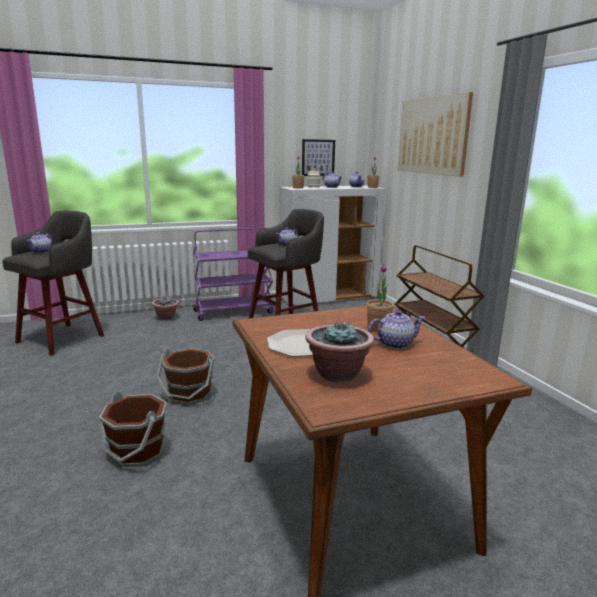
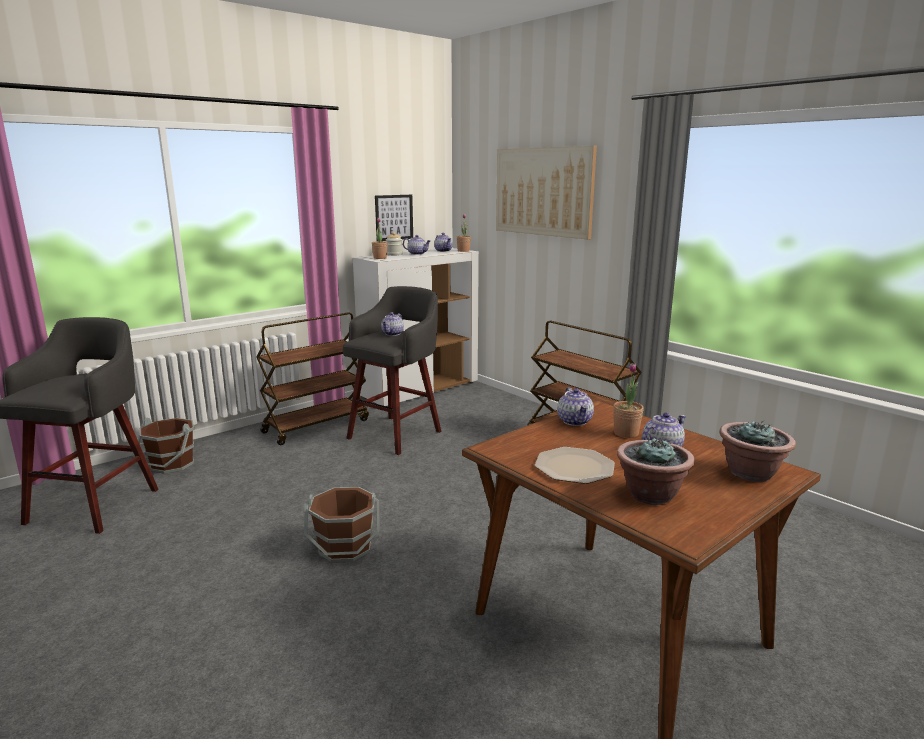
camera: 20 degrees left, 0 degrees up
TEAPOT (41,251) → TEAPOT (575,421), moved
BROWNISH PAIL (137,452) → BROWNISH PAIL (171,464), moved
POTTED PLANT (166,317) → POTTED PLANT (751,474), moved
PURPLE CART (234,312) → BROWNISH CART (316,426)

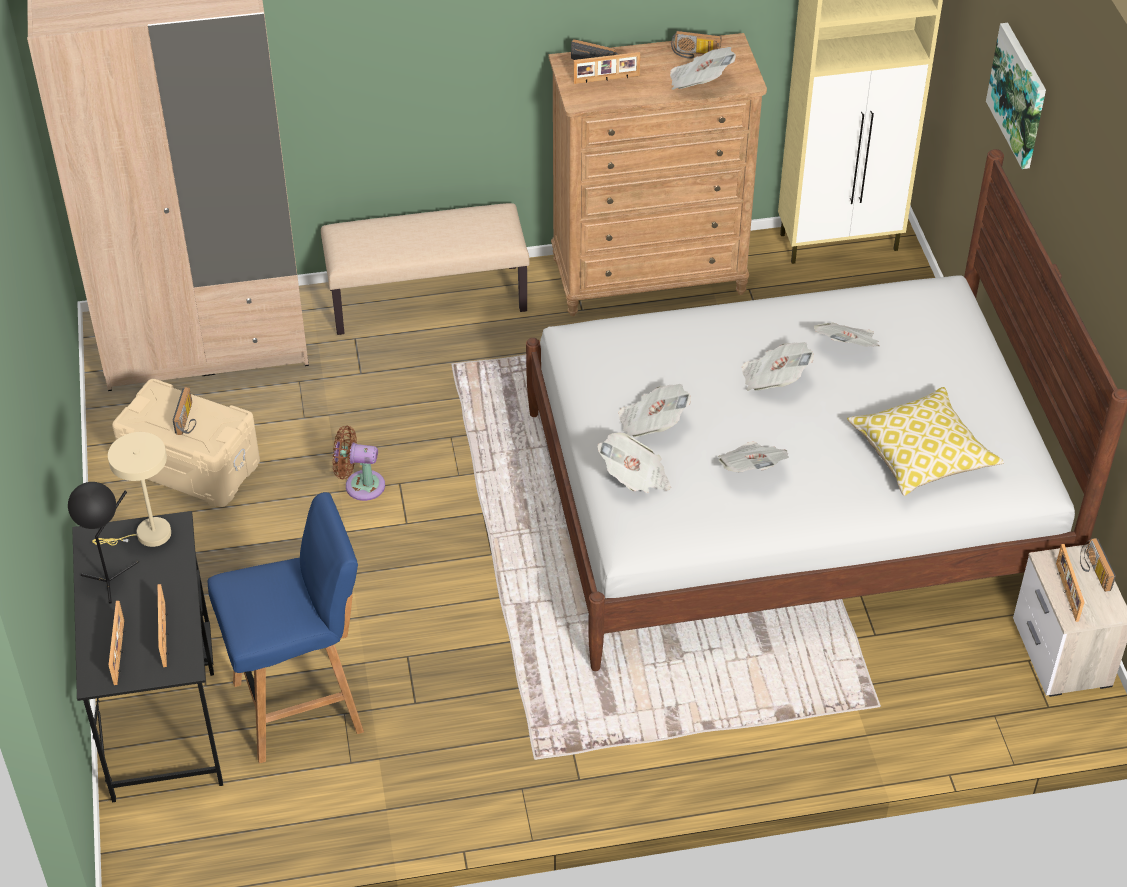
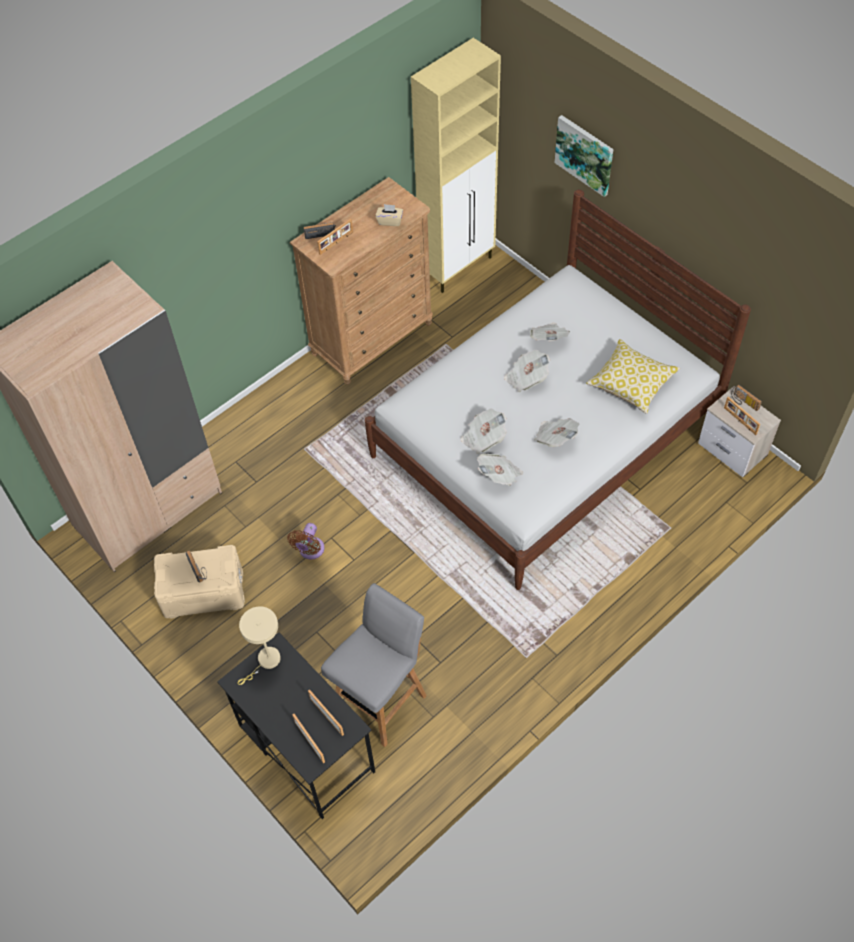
camera: 30 degrees left, 10 degrees up
BLACKISH LAMP FOR A TABLE (112,579) → -
BLUISH SITTING STOOL (302,706) → GREY SITTING STOOL (381,700)
BEIGE BENCH (428,298) → -
BROWNISH FAN (360,485) → BROWNISH FAN (310,551), 45 degrees counterclockwise
DAILY PAPER (699,83) → BEIGE TISSUE HOLDER (390,221)
RADIO (695,54) → -

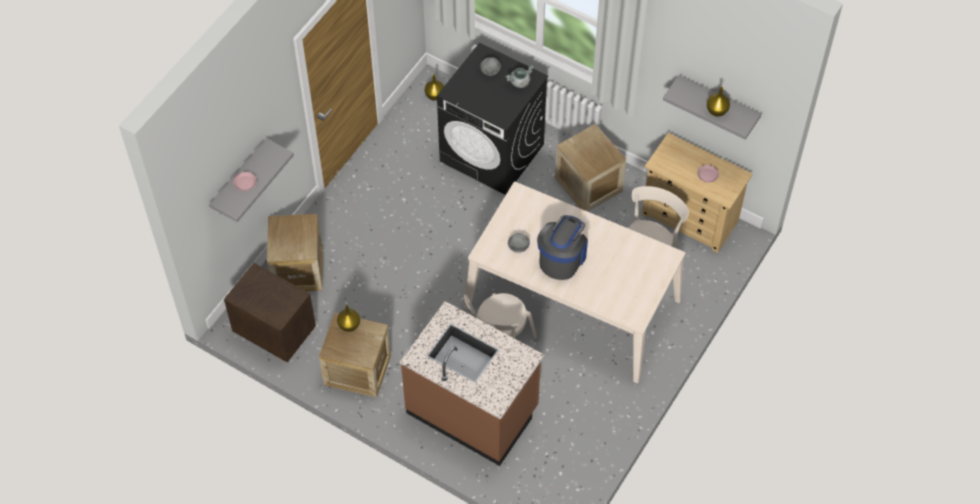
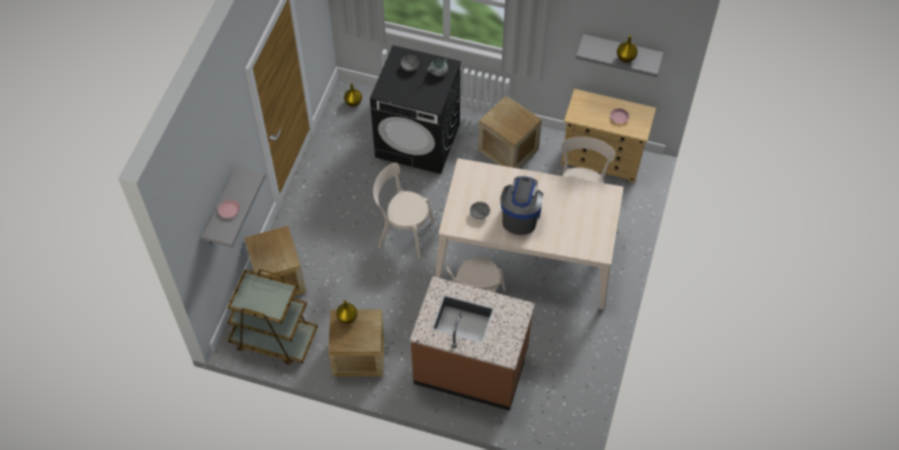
camera: 15 degrees left, 0 degrees up
BROWNISH NIGHT TABLE (274,331) → BROWNISH CART (274,338)
- → BEIGE PLAIN CHAIR (403,233)

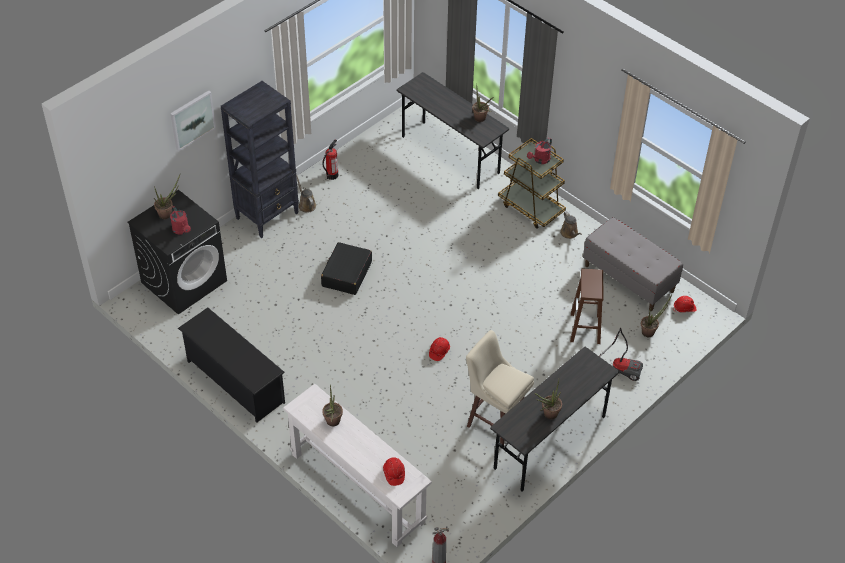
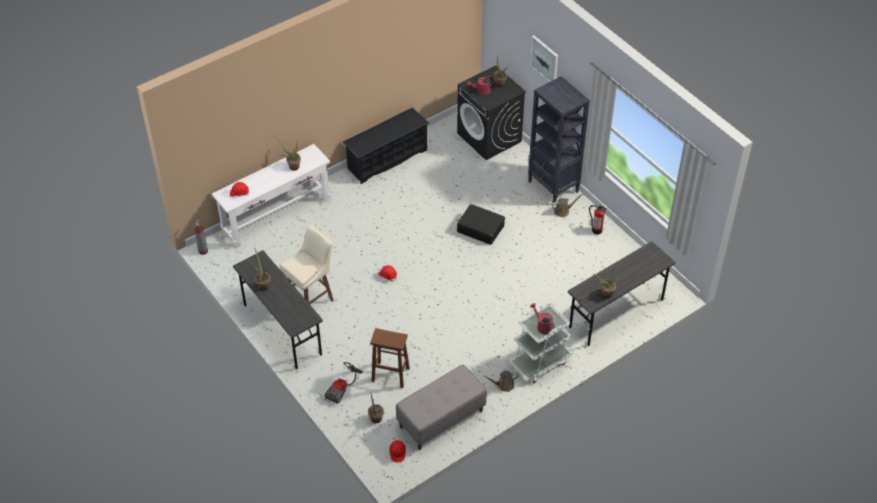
camera: 100 degrees right, 0 degrees up
BROWNISH CART (531,208) → WHITE-COLOURED CART (540,362)

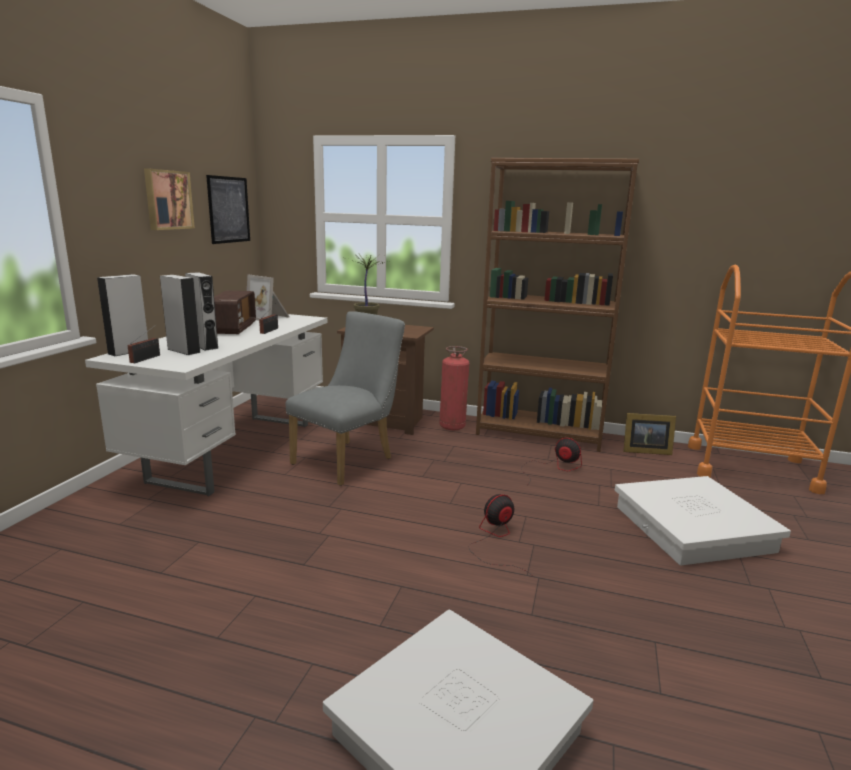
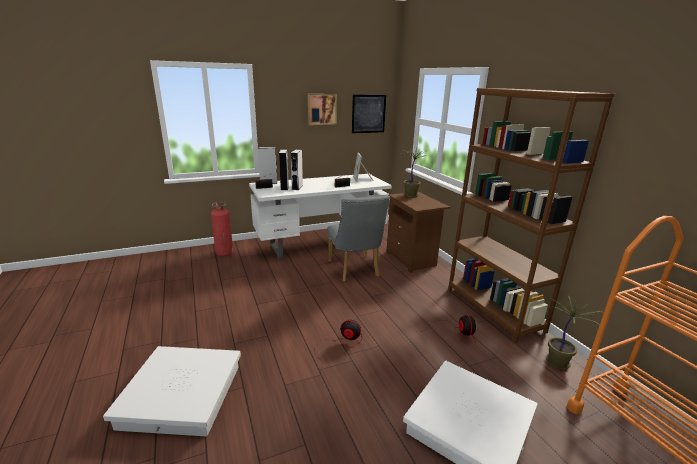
camera: 50 degrees right, 5 degrees up
RADIO (234,328) → -
GREY PLAIN CHAIR (349,460) → GREY PLAIN CHAIR (355,271), 75 degrees clockwise
EXTINGUISHER (452,426) → EXTINGUISHER (224,253), moved
STANDING FRAME (644,450) → POTTED PLANT (558,363)

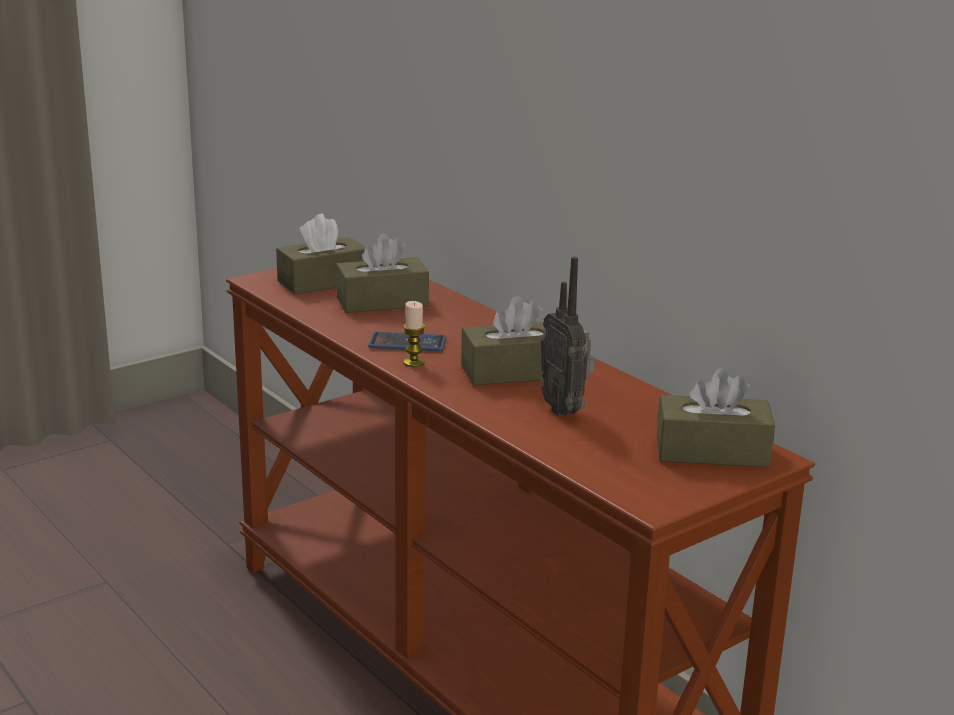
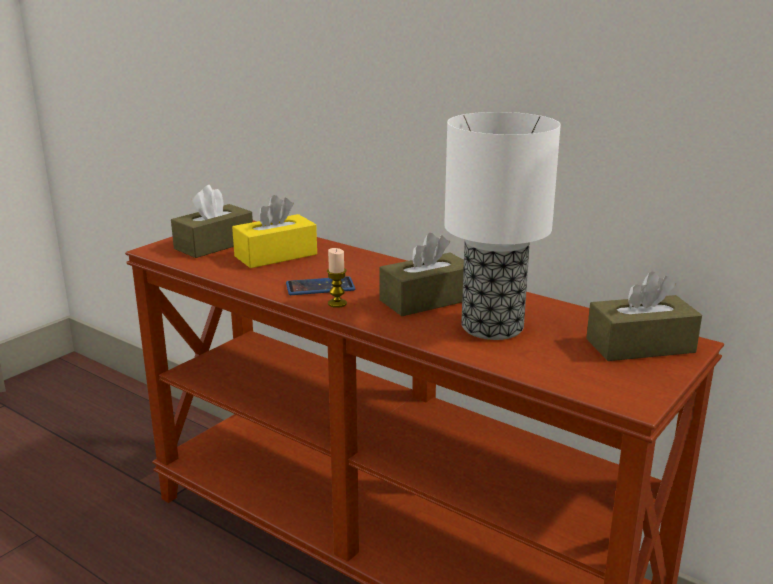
camera: 15 degrees left, 0 degrees up
BROWNISH TISSUE HOLDER (382,302) → YELLOWISH TISSUE HOLDER (276,255)
RADIO (565,410) → LAMP FOR A TABLE (494,327)

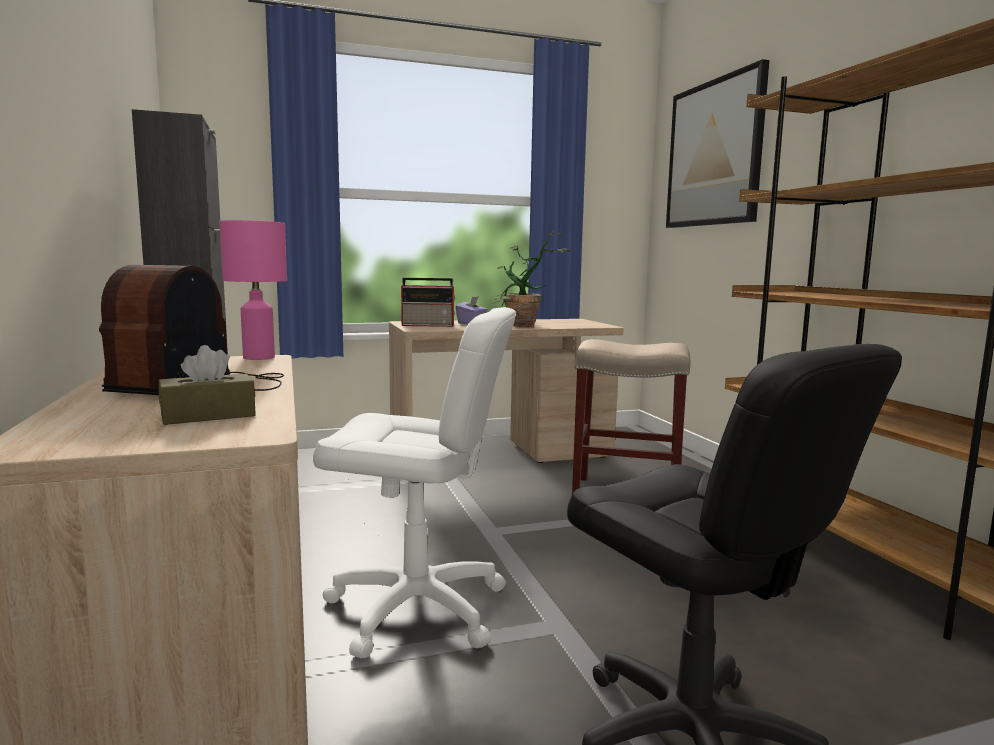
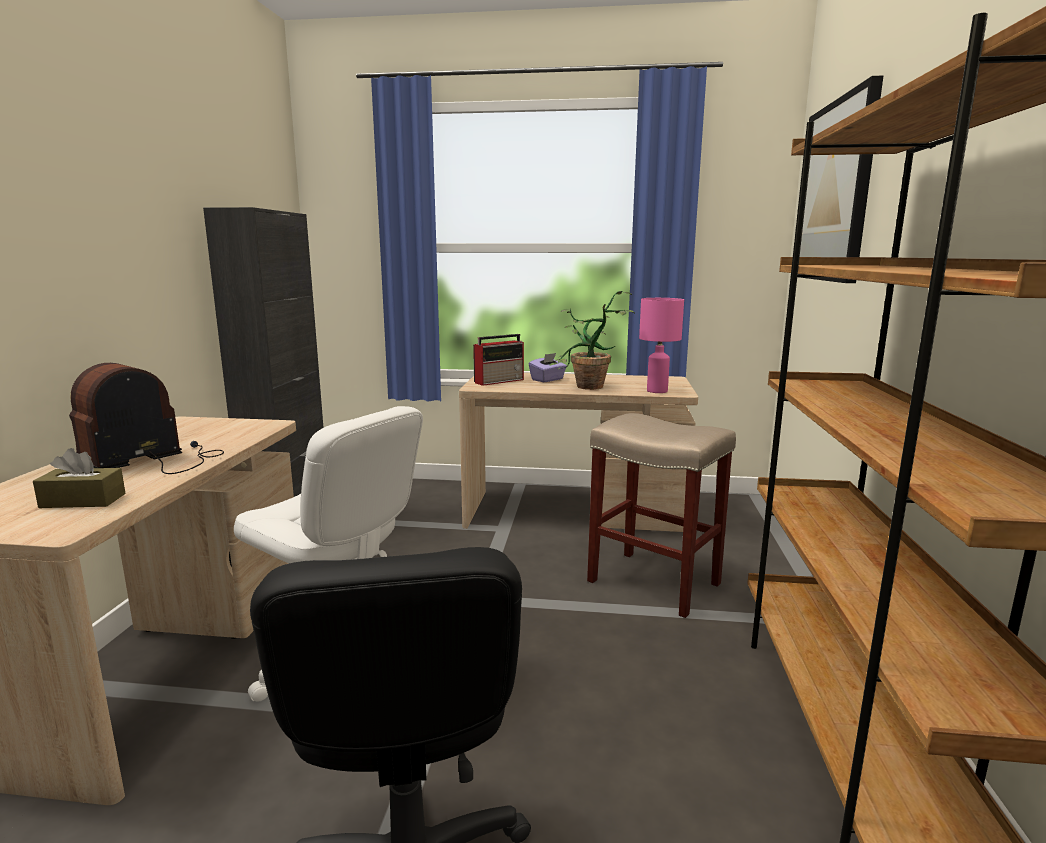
camera: 25 degrees right, 5 degrees up
PINKISH LAMP FOR A TABLE (260,357) → PINKISH LAMP FOR A TABLE (657,391), moved
RADIO (429,325) → RADIO (500,381), 60 degrees counterclockwise

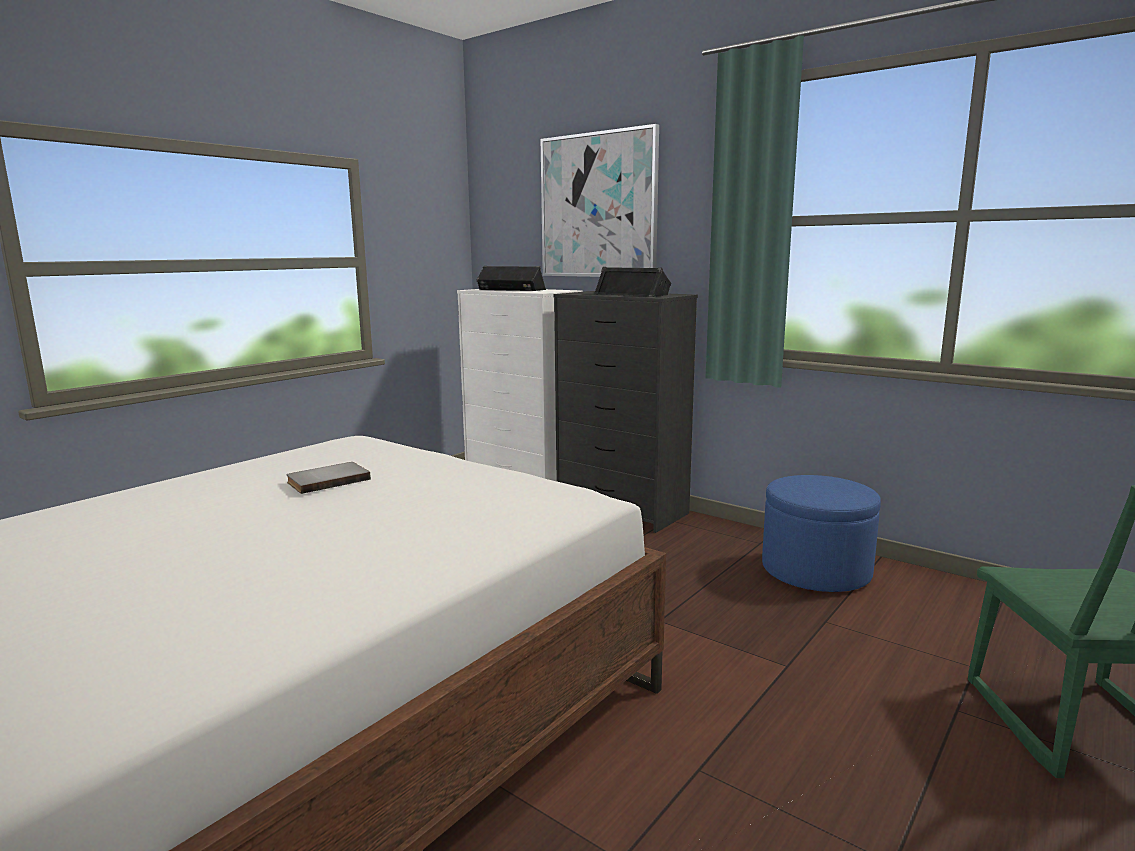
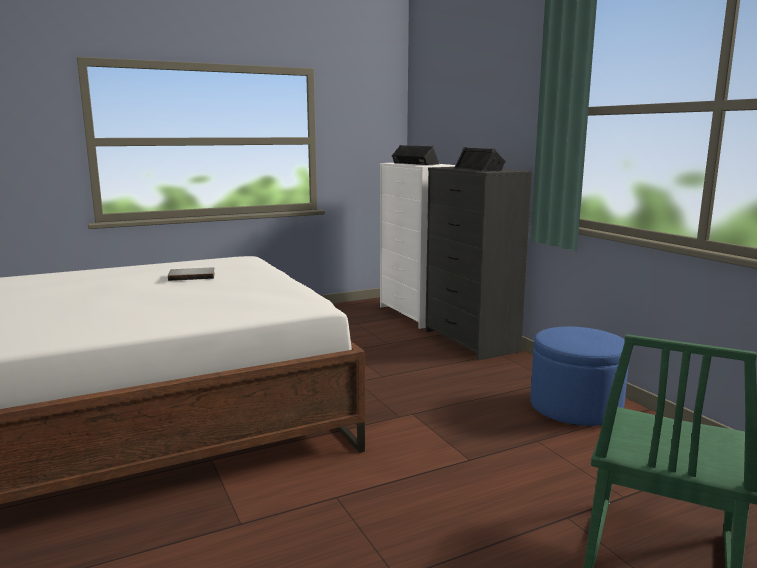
camera: 25 degrees right, 0 degrees up
WALL PICTURE (598,206) → -

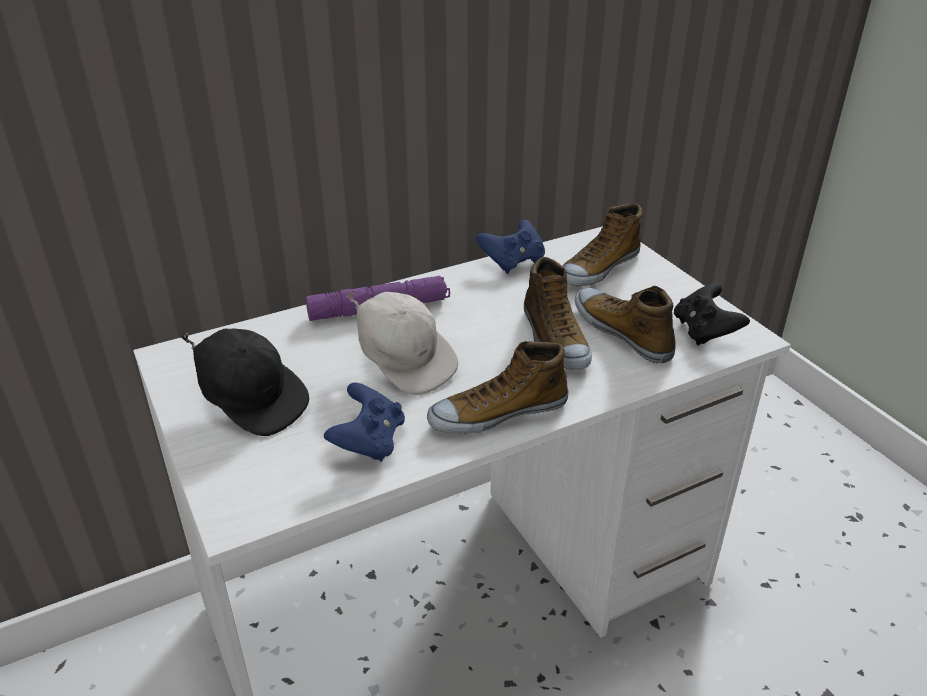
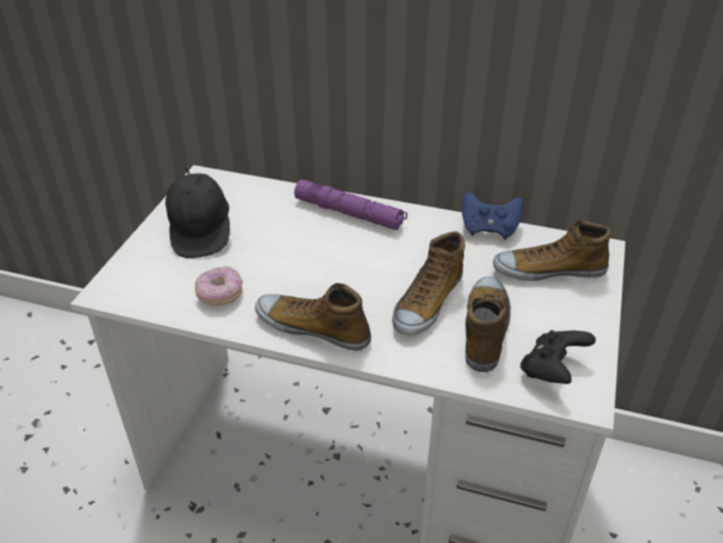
camera: 45 degrees right, 5 degrees up
BLUISH JOYPAD (369,442) → DOUGHNUT (220,295)
WHITE-COLOURED CAP (404,363) → -

